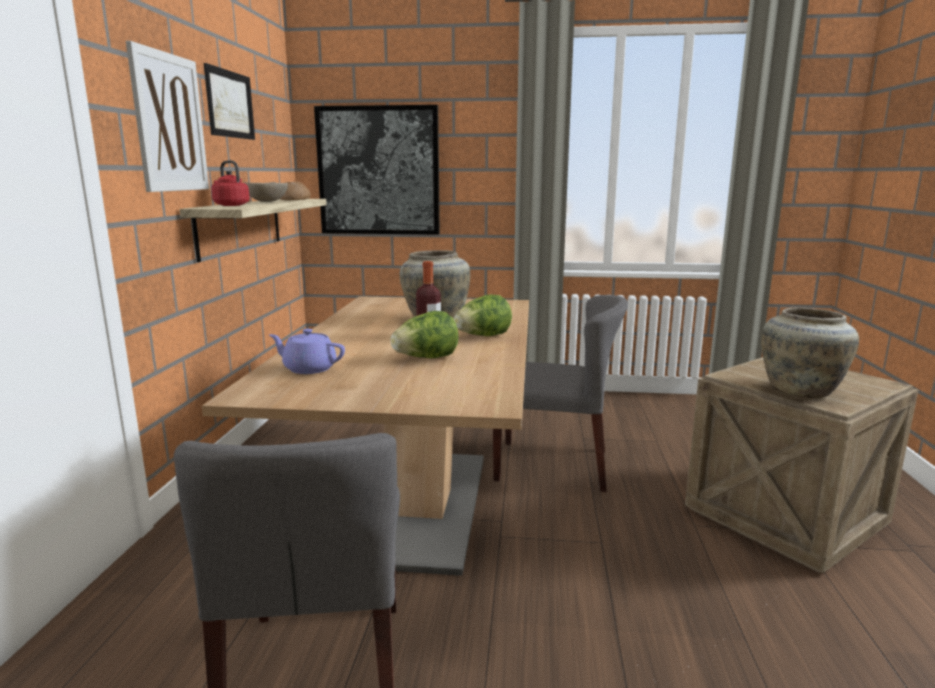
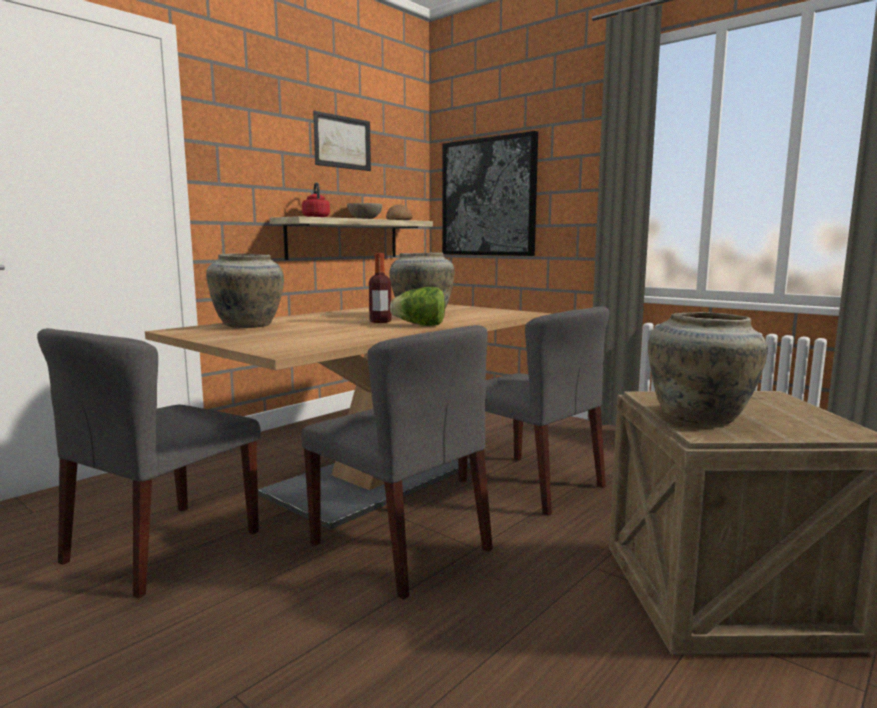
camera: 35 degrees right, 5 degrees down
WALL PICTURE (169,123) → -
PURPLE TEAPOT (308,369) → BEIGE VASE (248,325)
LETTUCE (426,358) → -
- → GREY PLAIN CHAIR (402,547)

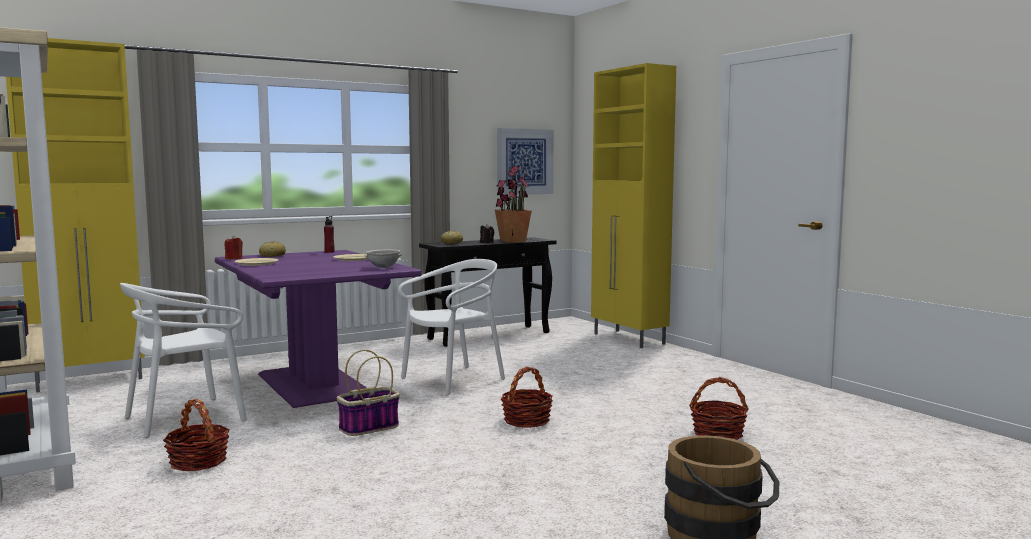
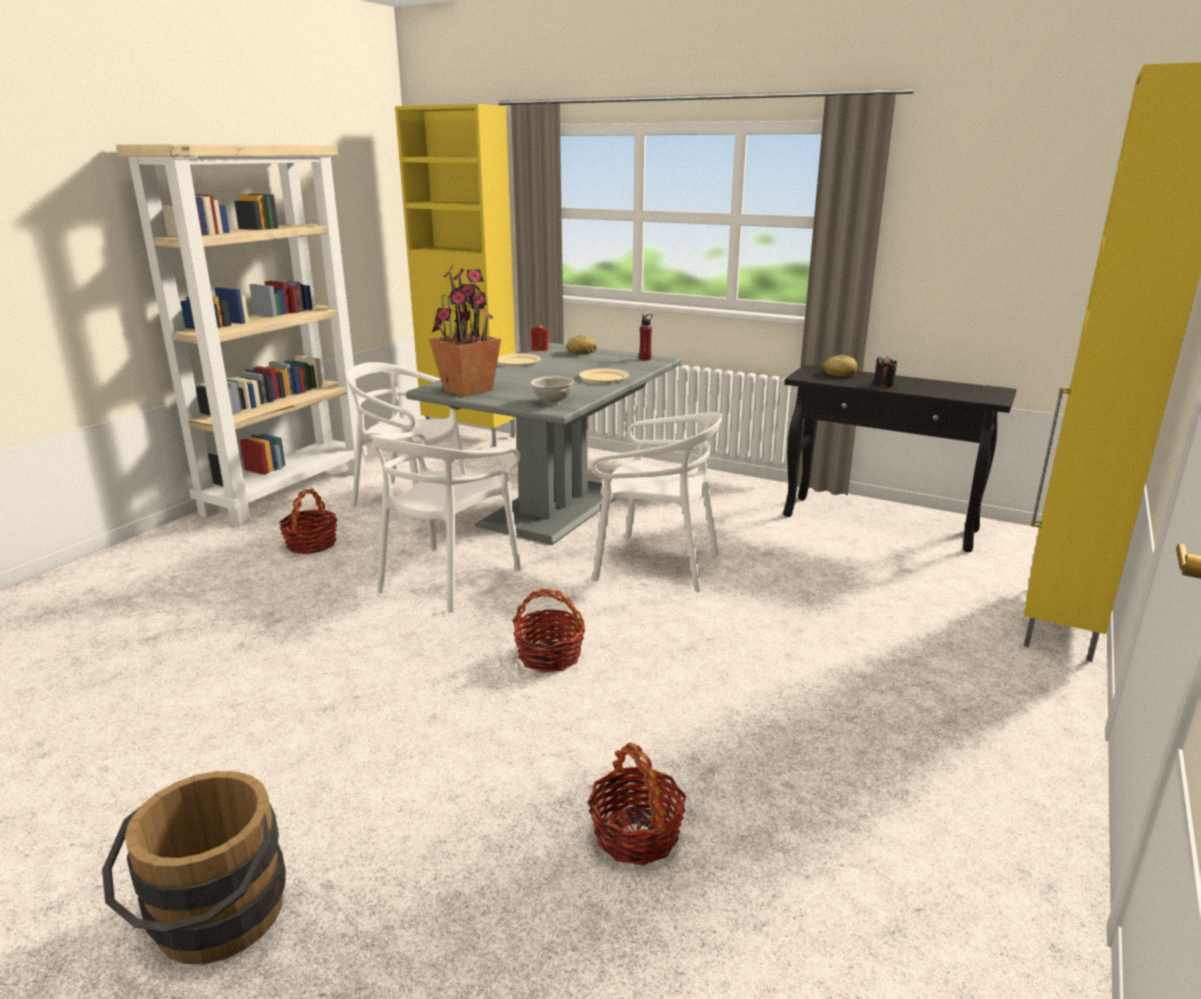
camera: 60 degrees right, 15 degrees up
PURPLE DINNER TABLE (315,384) → GREY DINNER TABLE (556,508)
BASKET (368,428) → WHITE-COLOURED PLAIN CHAIR (448,578)
POTTED PLANT (512,241) → POTTED PLANT (468,390), moved
WALL PICTURE (525,161) → -

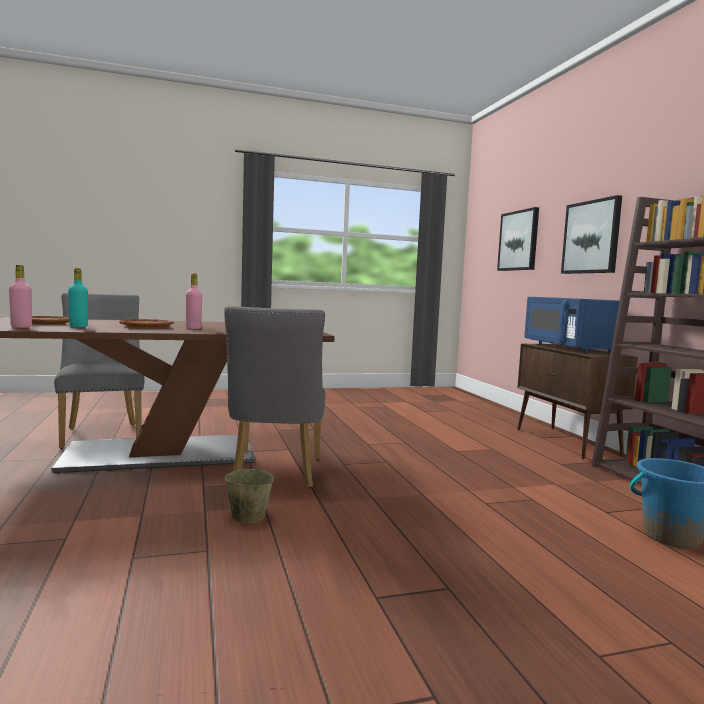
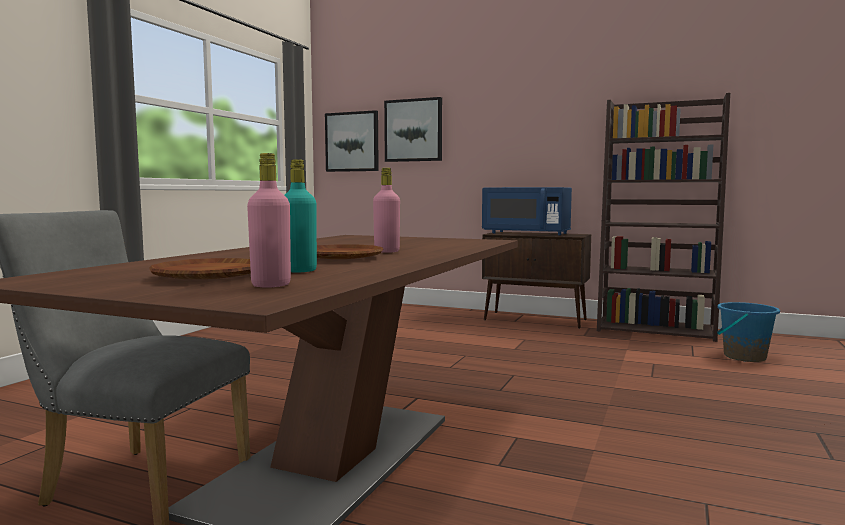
camera: 50 degrees left, 0 degrees up
GREY PLAIN CHAIR (275,474) → -
BEIGE PAIL (247,516) → -
WALL PICTURE (591,237) → WALL PICTURE (352,142), moved

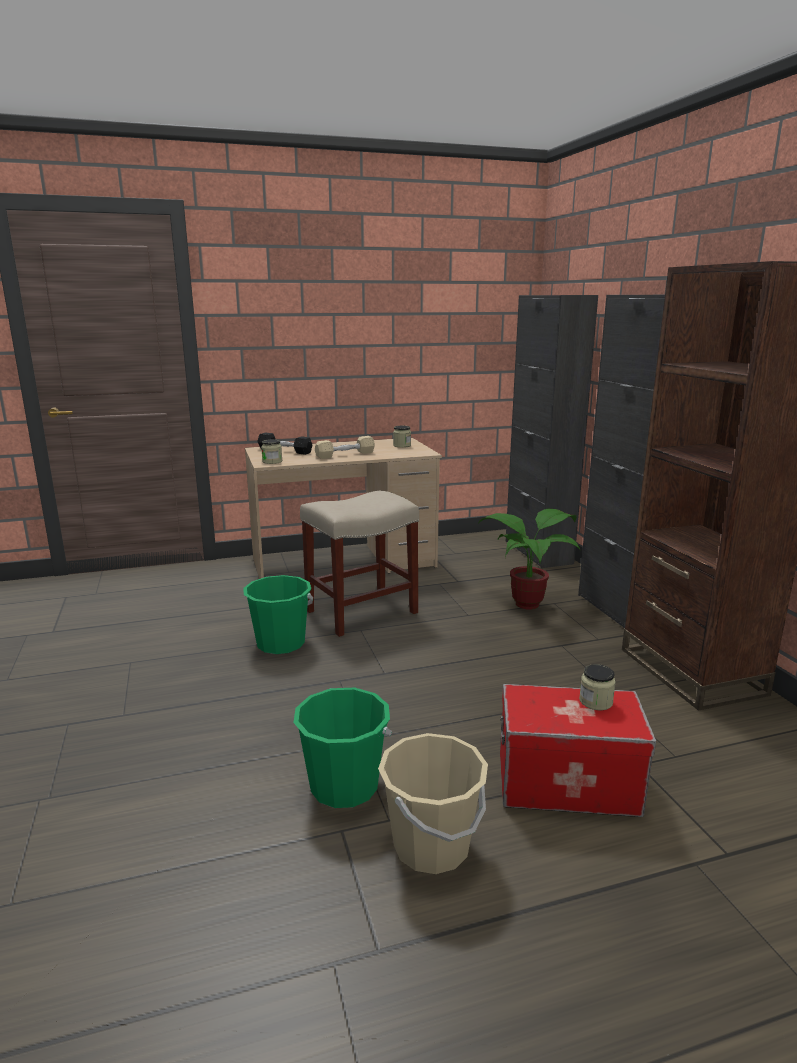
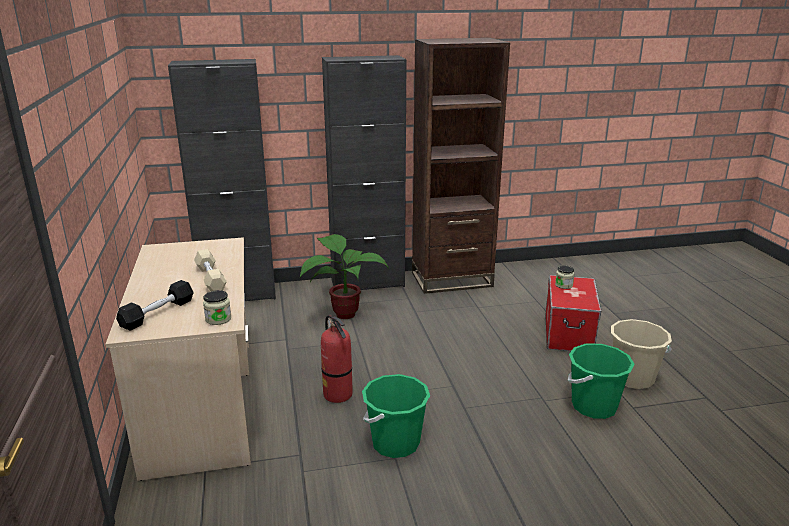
camera: 85 degrees left, 5 degrees up
BEIGE SITTING STOOL (360,612) → EXTINGUISHER (338,395)
STORAGE JAR (402,445) → -

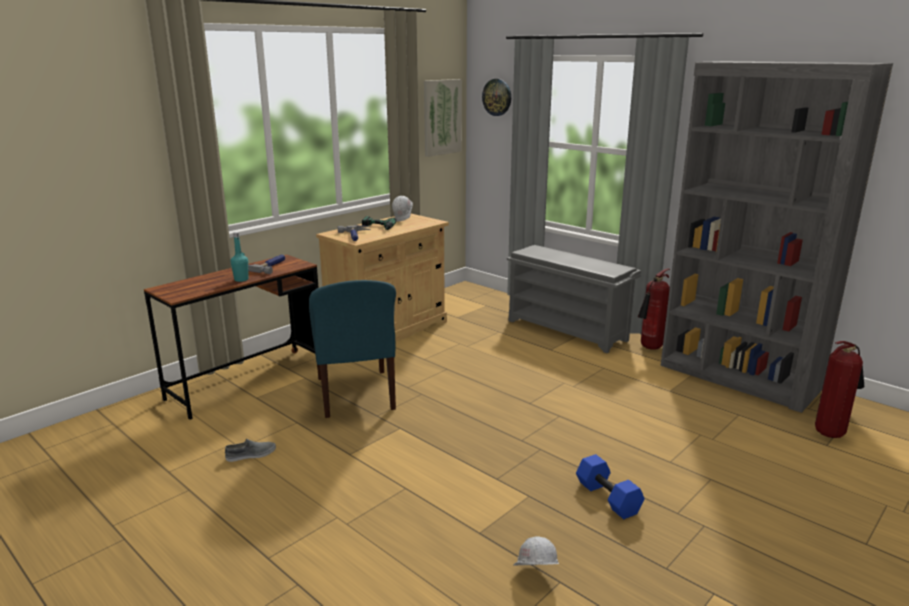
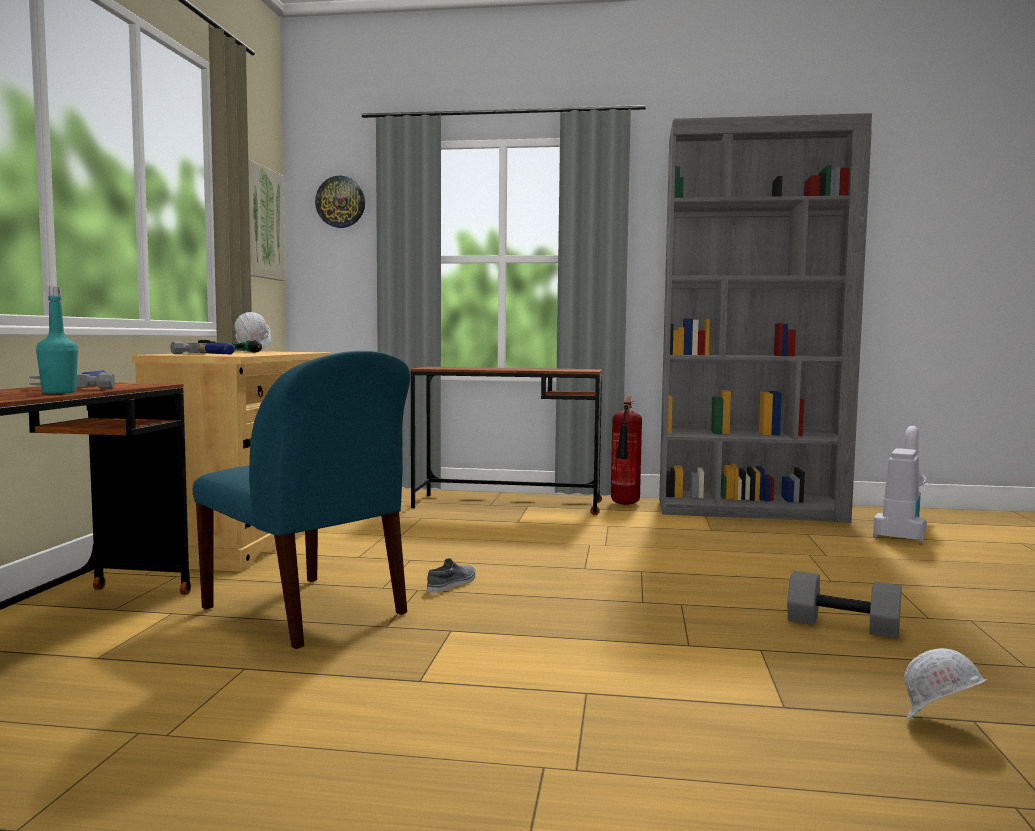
camera: 35 degrees left, 15 degrees down
GREY SHOE (251,455) → GREY SHOE (452,584), moved
GREY SHOE SHELF (568,330) → BROWNISH DESK UNIT (507,504)
BLUISH DUMBBELL (609,498) → GREY DUMBBELL (844,625)
EXTINGUISHER (831,433) → HOOVER (902,530)

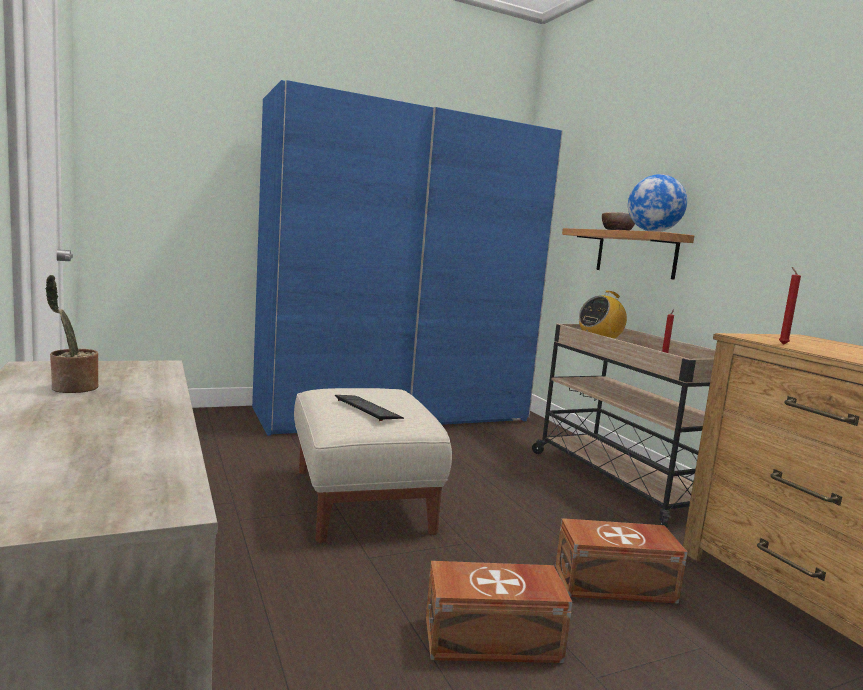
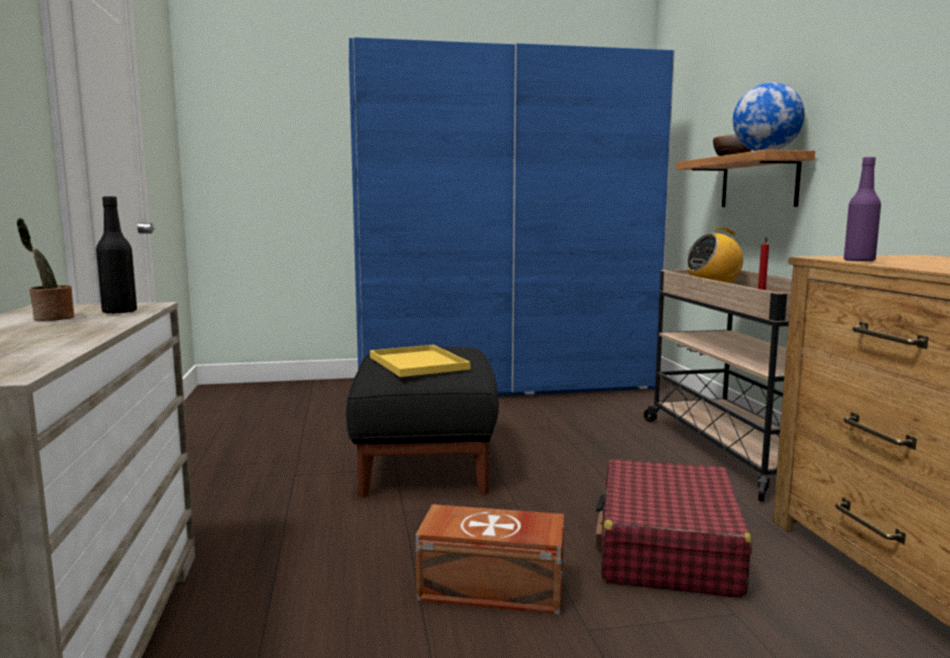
camera: 15 degrees right, 0 degrees up
BEIGE OTTOMAN (362,499) → BLACKISH OTTOMAN (425,461)
COMPUTER KEYBOARD (367,409) → YELLOWISH SERVING TRAY (416,362)
BROWNISH STORAGE BIN (616,585) → RED-COLOURED SUITCASE (667,549)
RED-COLOURED WAX CANDLE (782,344) → PURPLE BOTTLE (859,261)
- → BLACKISH BOTTLE (119,312)

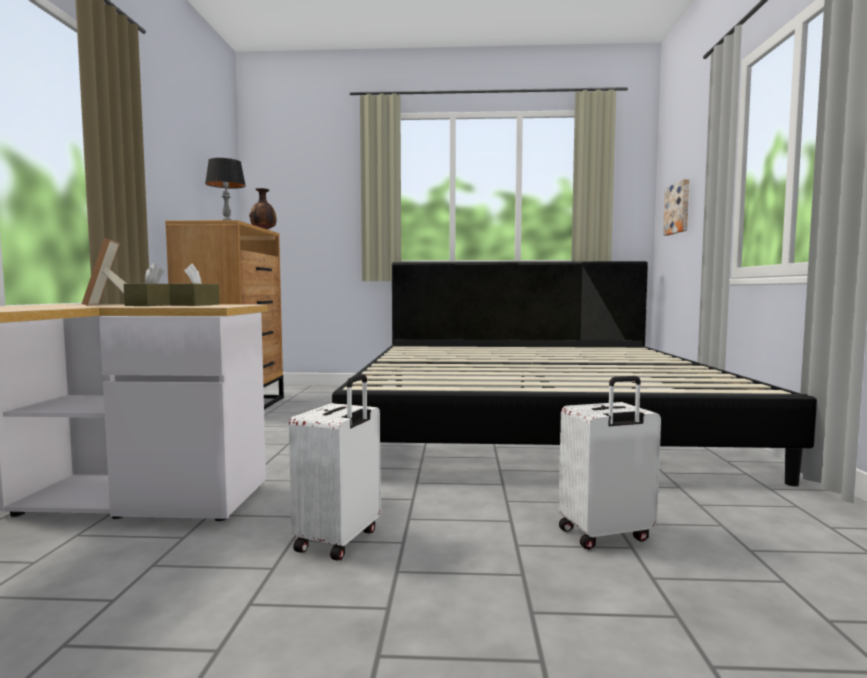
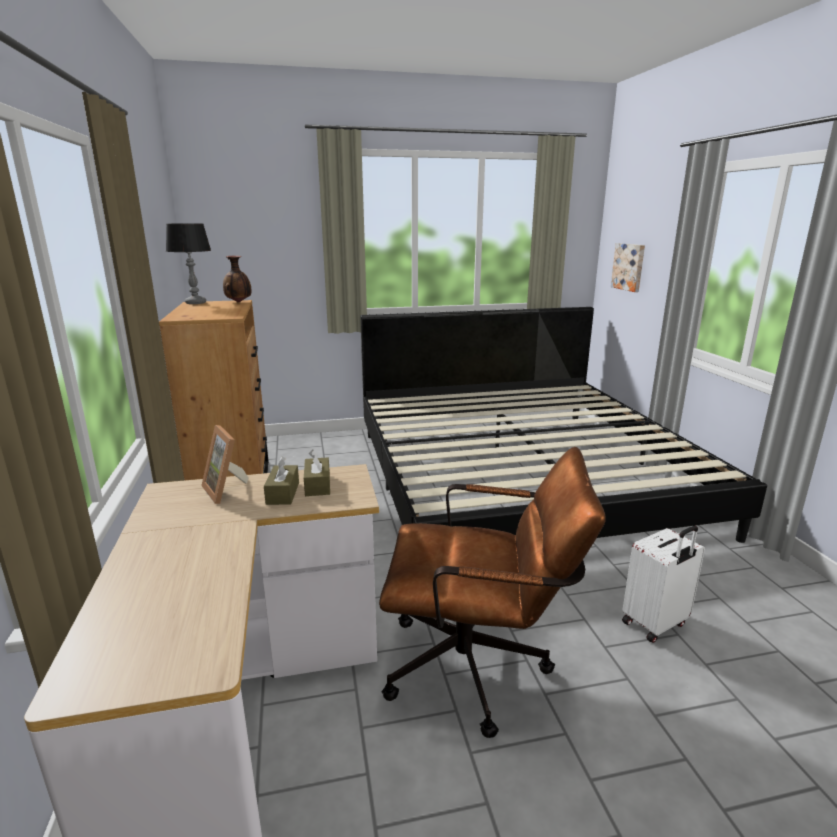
camera: 15 degrees left, 15 degrees up
WHITE-COLOURED SUITCASE (340,540) → BROWNISH COMPUTER CHAIR (480,667)

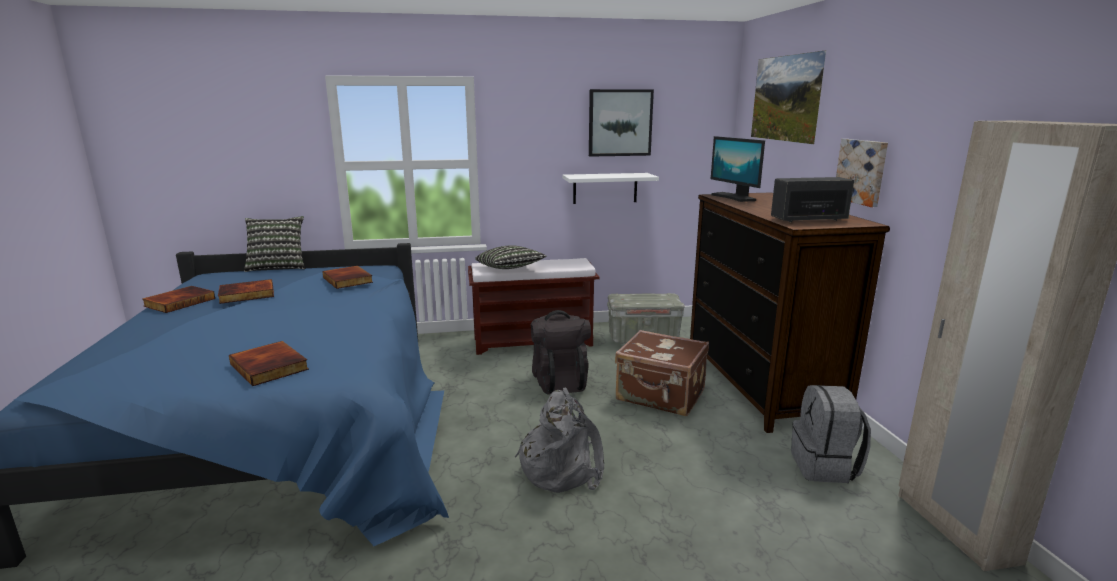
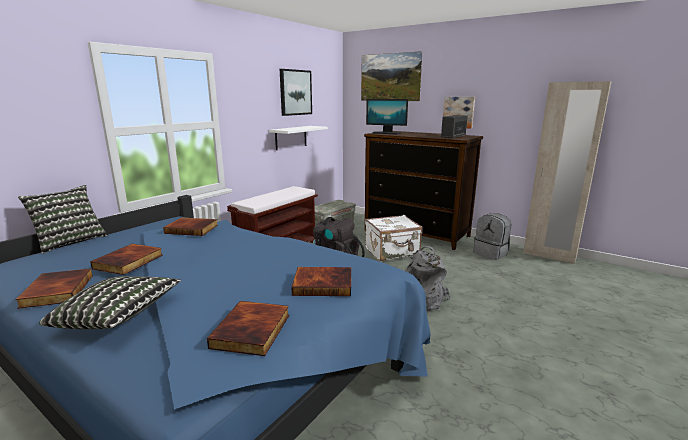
camera: 45 degrees left, 0 degrees up
THROW PILLOW (510,269) → THROW PILLOW (117,318), moved
BROWNISH SUITCASE (660,396) → WHITE-COLOURED SUITCASE (392,252)
- → VOLUME (252,331)

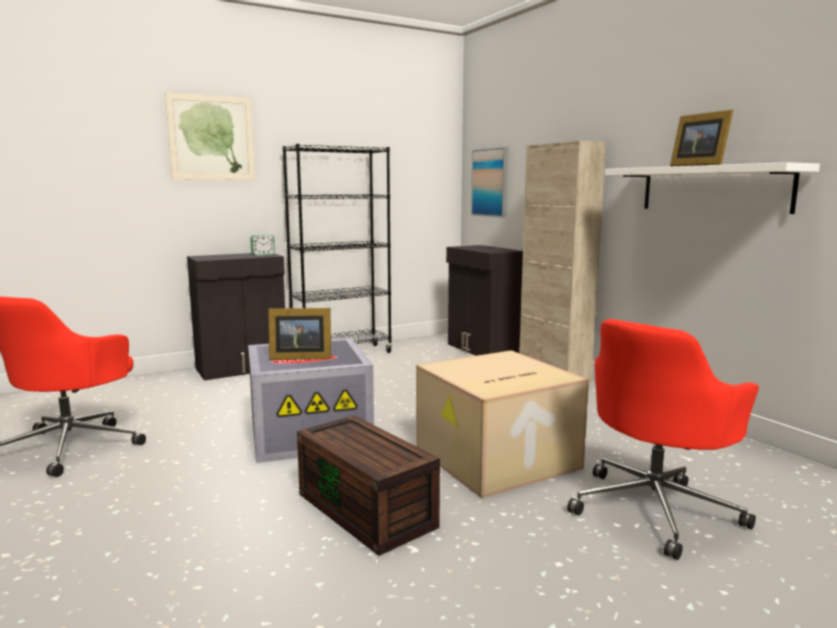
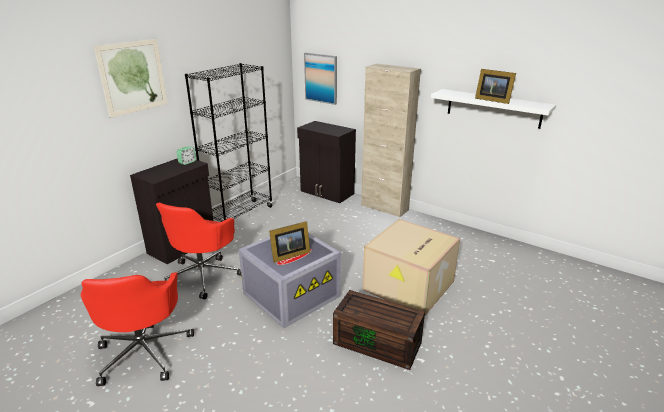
camera: 25 degrees left, 15 degrees up
RED-COLOURED COMPUTER CHAIR (655,509) → RED-COLOURED COMPUTER CHAIR (203,275), moved

